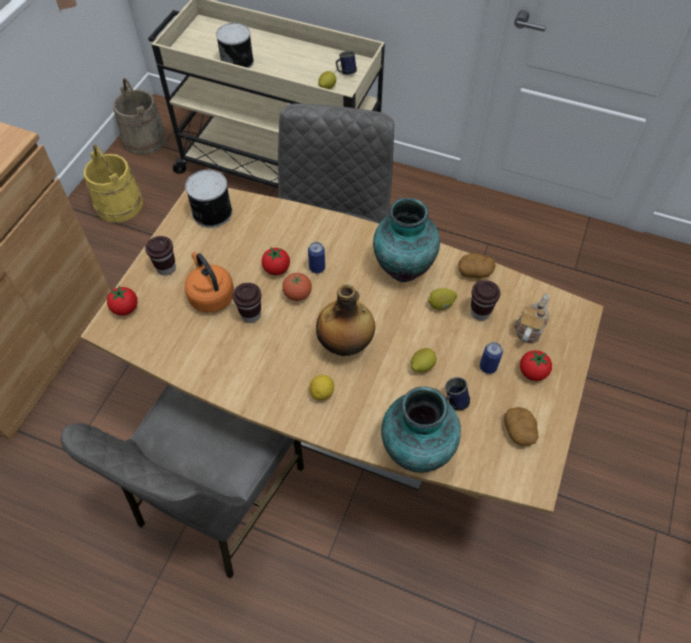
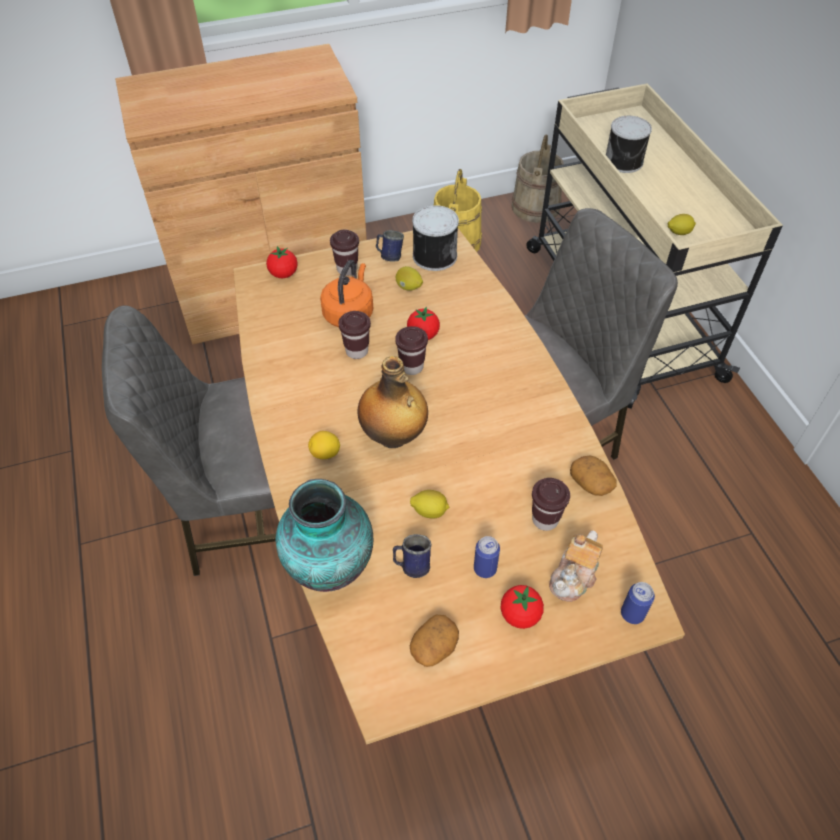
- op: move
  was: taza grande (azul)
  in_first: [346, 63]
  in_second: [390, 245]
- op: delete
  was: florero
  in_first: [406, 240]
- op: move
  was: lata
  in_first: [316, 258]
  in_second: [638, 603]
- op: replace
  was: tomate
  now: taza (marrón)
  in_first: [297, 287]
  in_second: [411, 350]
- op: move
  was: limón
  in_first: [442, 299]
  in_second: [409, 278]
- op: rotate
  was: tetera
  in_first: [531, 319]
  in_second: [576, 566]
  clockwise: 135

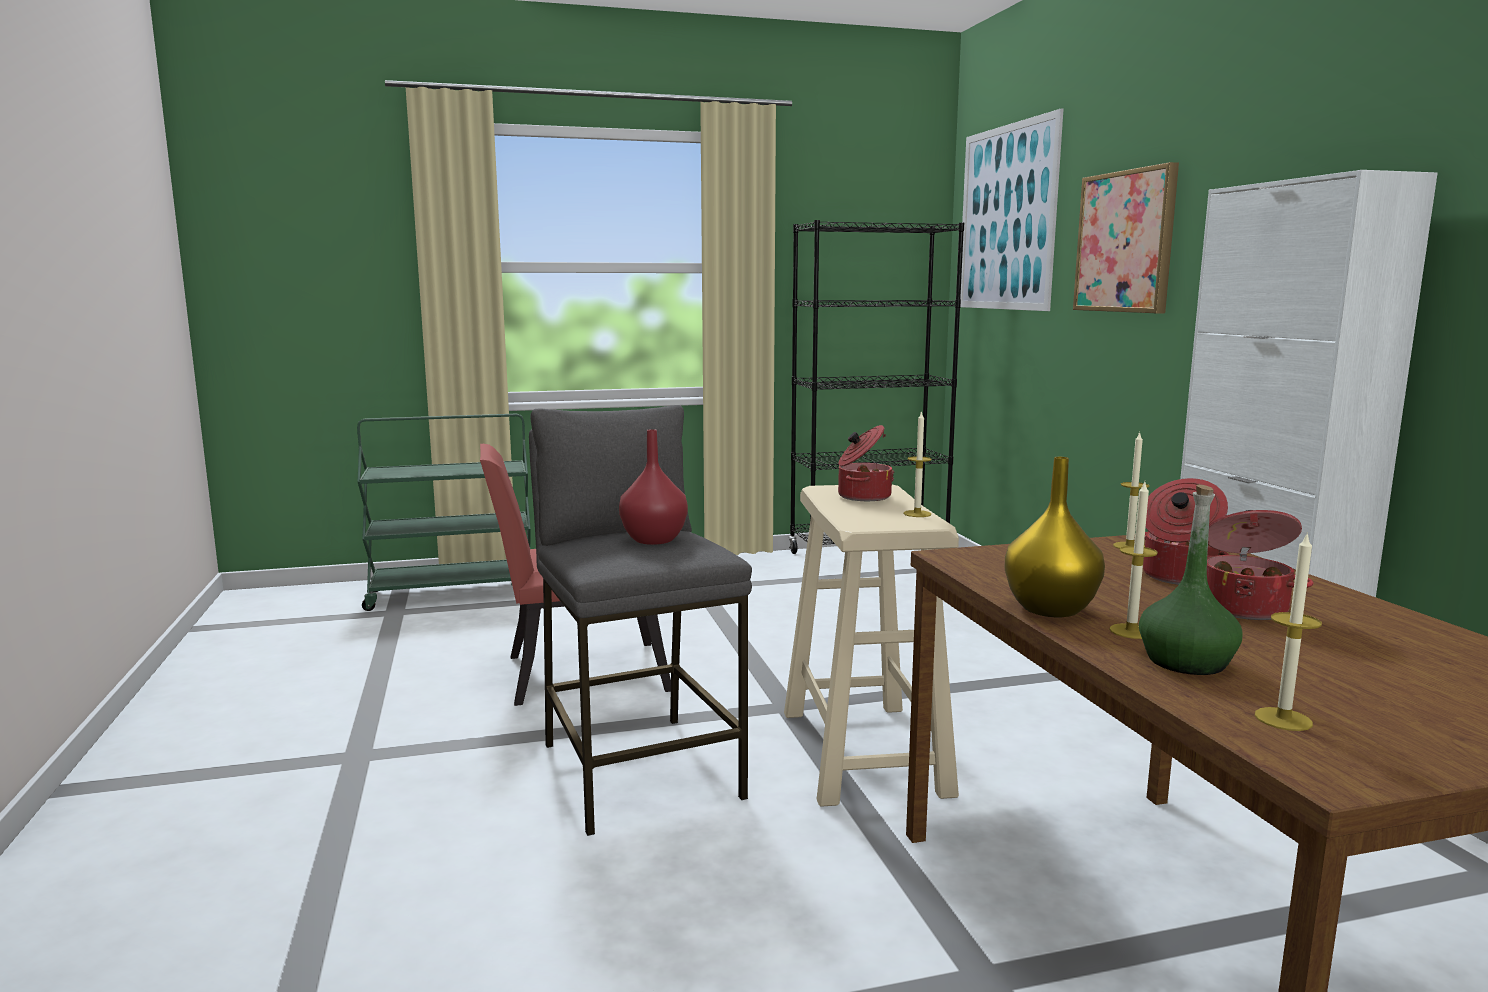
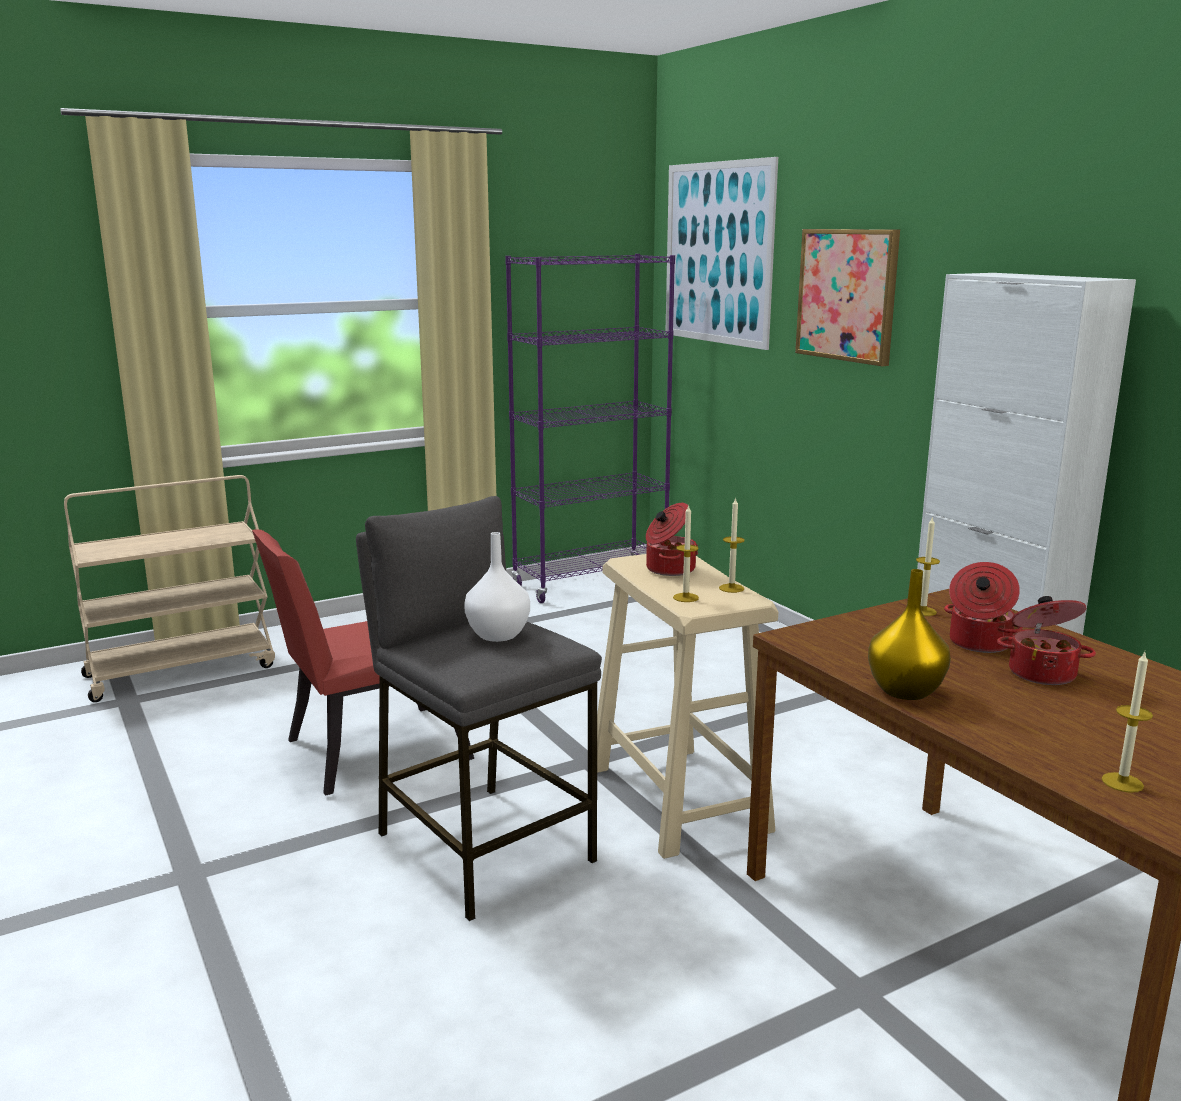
- op: recolor
  was: estantería (negro)
  now: estantería (morado)
  in_first: [876, 388]
  in_second: [590, 428]
- op: recolor
  was: carrito (verde)
  now: carrito (beis)
  in_first: [444, 512]
  in_second: [169, 588]
- op: recolor
  was: florero (rojo)
  now: florero (blanco)
  in_first: [653, 487]
  in_second: [497, 587]
- op: move
  was: vela
  in_first: [1133, 560]
  in_second: [686, 553]
- op: delete
  was: botella (verde)
  in_first: [1191, 580]

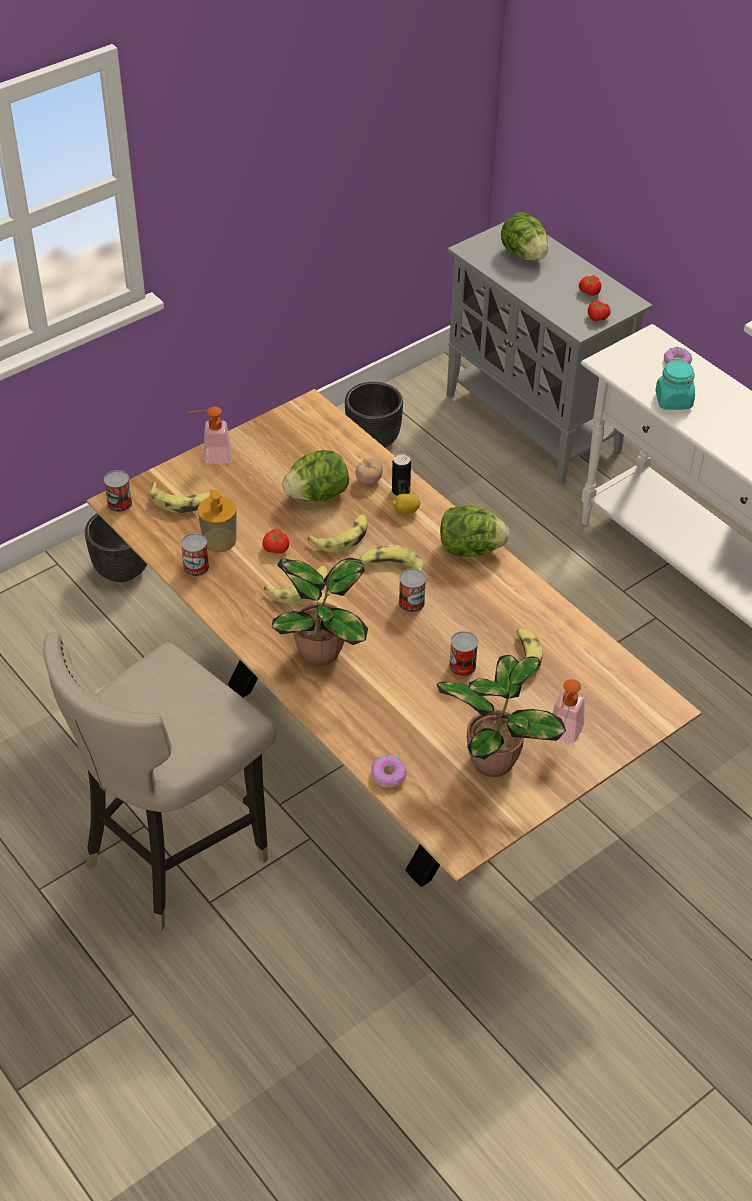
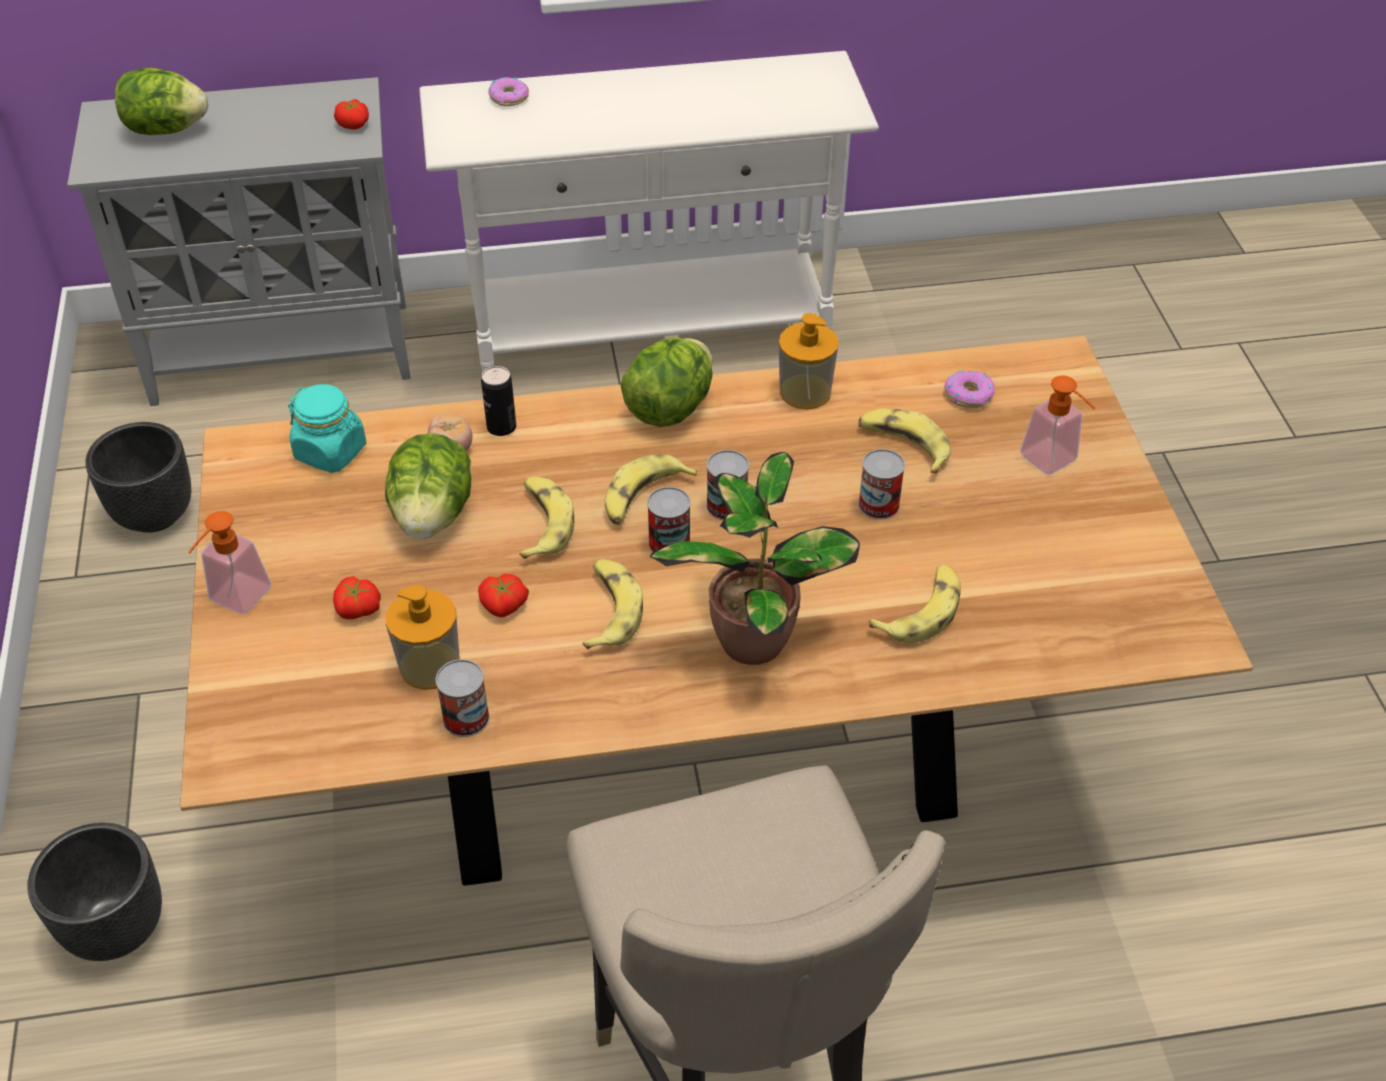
- op: move
  was: tomate
  in_first: [590, 285]
  in_second: [357, 597]
- op: move
  was: tarro (turquesa)
  in_first: [675, 384]
  in_second: [327, 428]
- op: move
  was: lata
  in_first: [118, 491]
  in_second: [669, 520]
- op: move
  was: plátano
  in_first: [180, 497]
  in_second: [915, 604]
- op: delete
  was: limón
  in_first: [406, 503]
- op: delete
  was: planta en maceta
  in_first: [501, 716]
- op: move
  was: rosquilla
  in_first: [389, 771]
  in_second: [969, 389]
- op: insert
  now: dispensador de jabón
  in_second: [809, 361]

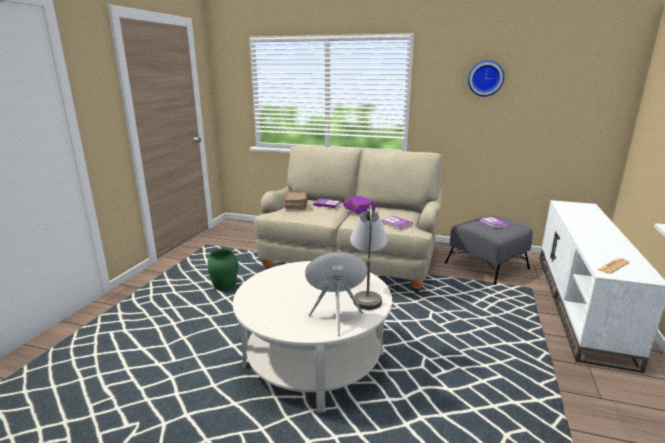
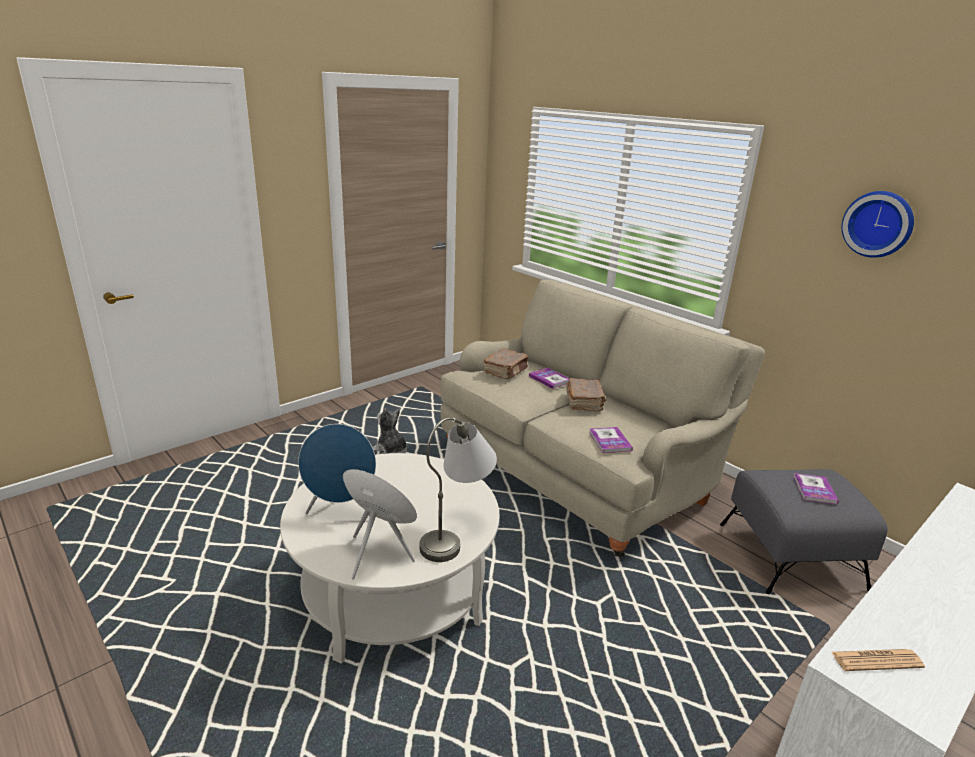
- op: recolor
  was: libro (morado)
  now: libro (marrón)
  in_first: [360, 205]
  in_second: [586, 395]
- op: replace
  was: florero (verde)
  now: peluche
  in_first: [222, 269]
  in_second: [390, 431]
- op: insert
  now: altavoz (azul)
  in_second: [337, 470]

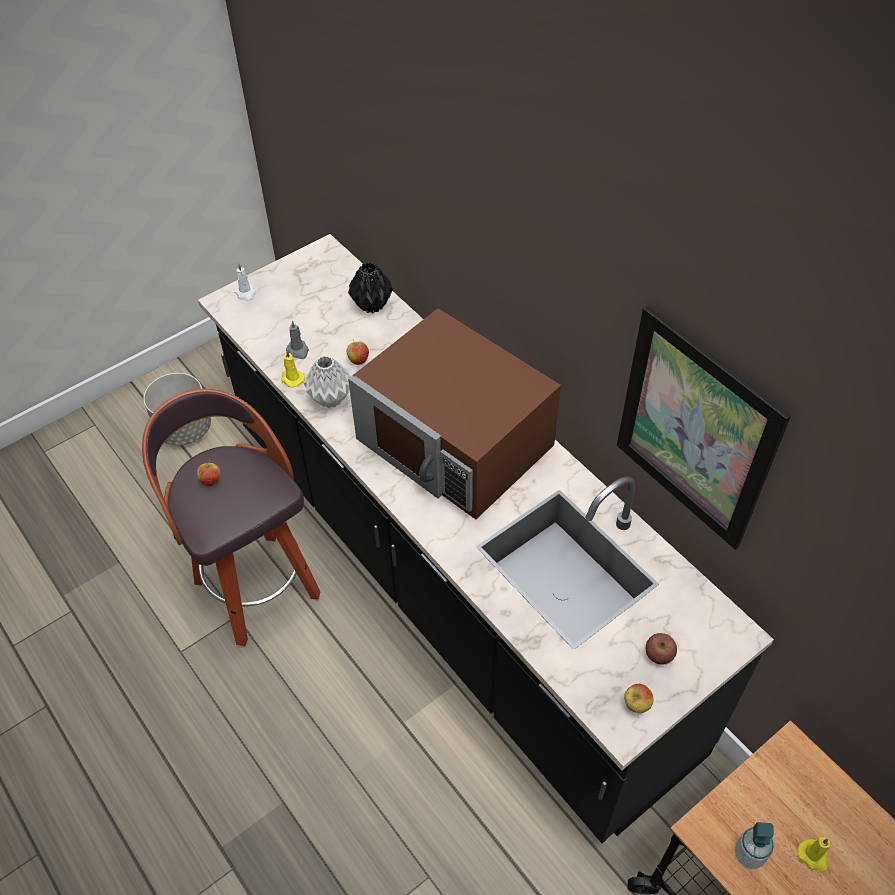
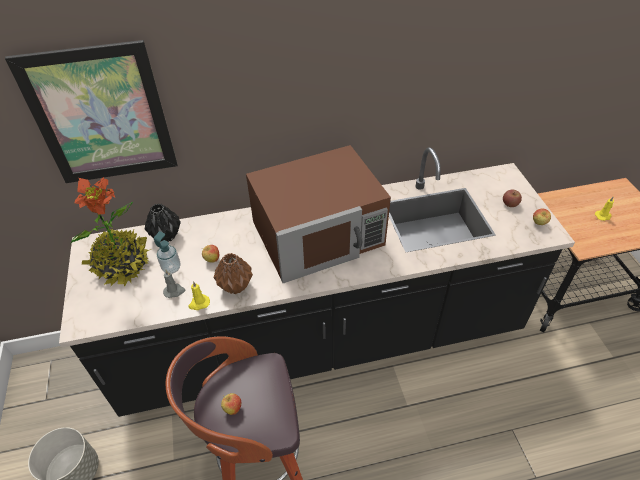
- op: delete
  was: vela (blanco)
  in_first: [245, 282]
- op: move
  was: cuadro
  in_first: [704, 427]
  in_second: [91, 111]
- op: recolor
  was: florero (gris)
  now: florero (marrón)
  in_first: [327, 382]
  in_second: [233, 273]
- op: move
  was: dispensador de jabón
  in_first: [754, 845]
  in_second: [167, 252]
- op: insert
  now: planta en maceta
  in_second: [111, 232]

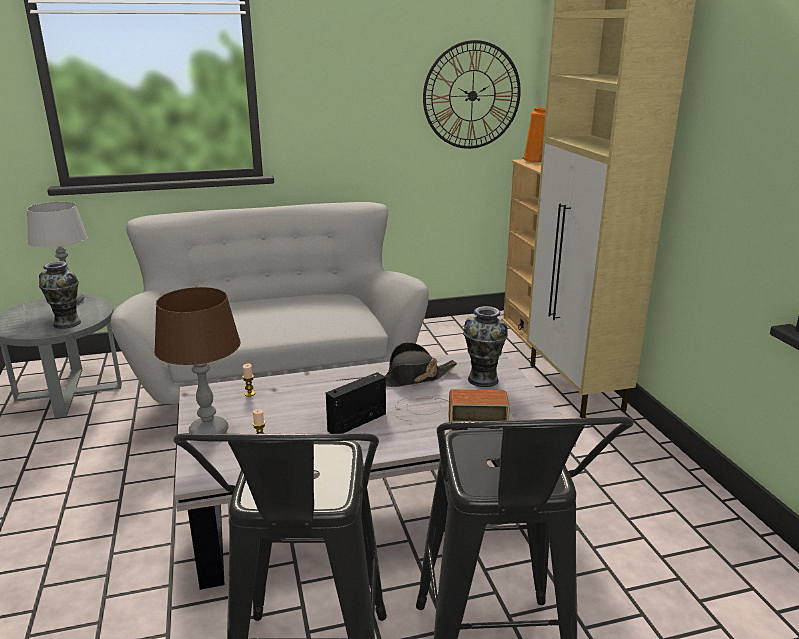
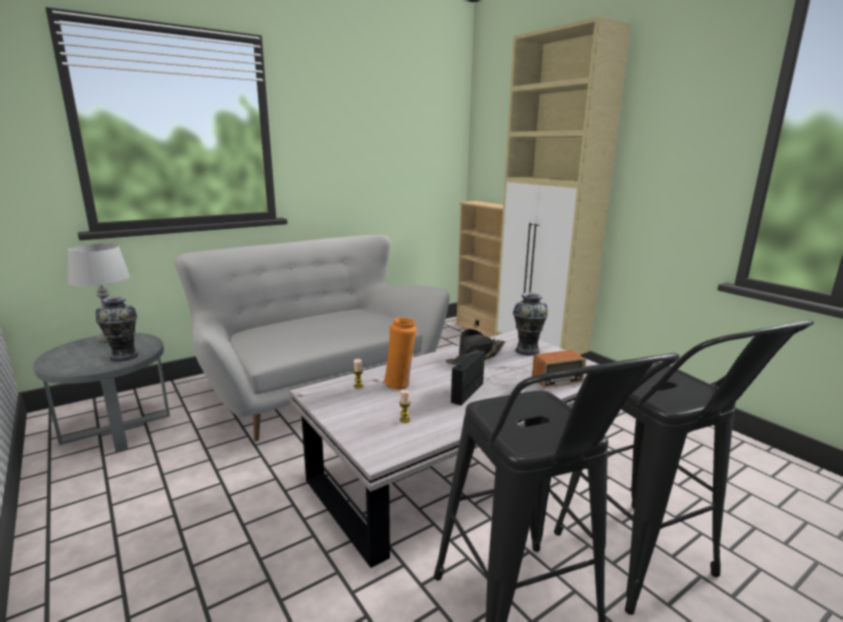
- op: delete
  was: reloj de pared
  in_first: [472, 94]
- op: move
  was: florero (naranja)
  in_first: [534, 134]
  in_second: [400, 353]
- op: delete
  was: lámpara de mesa (marrón)
  in_first: [197, 360]

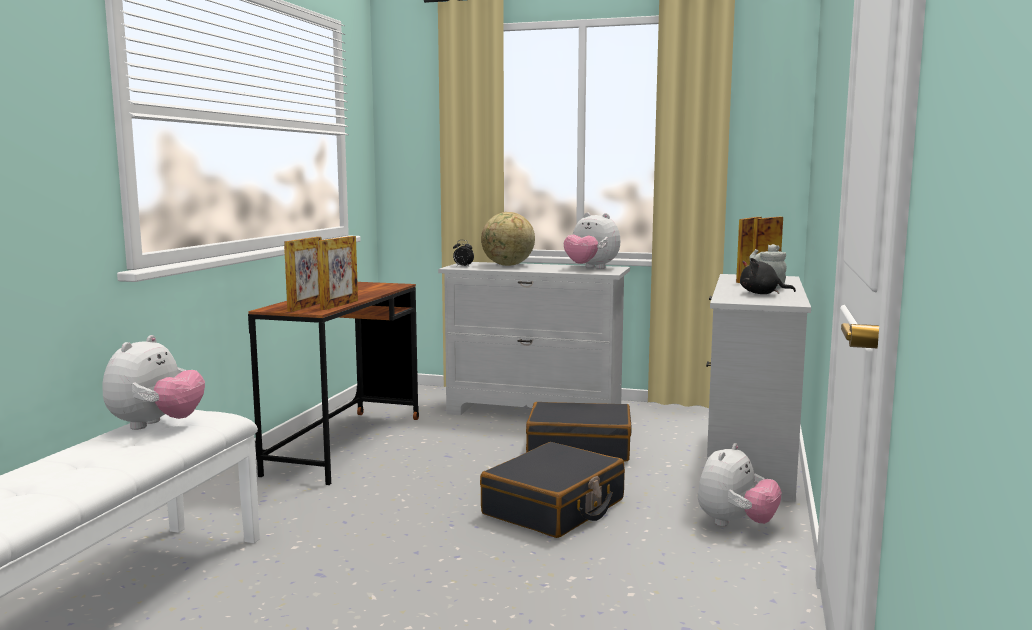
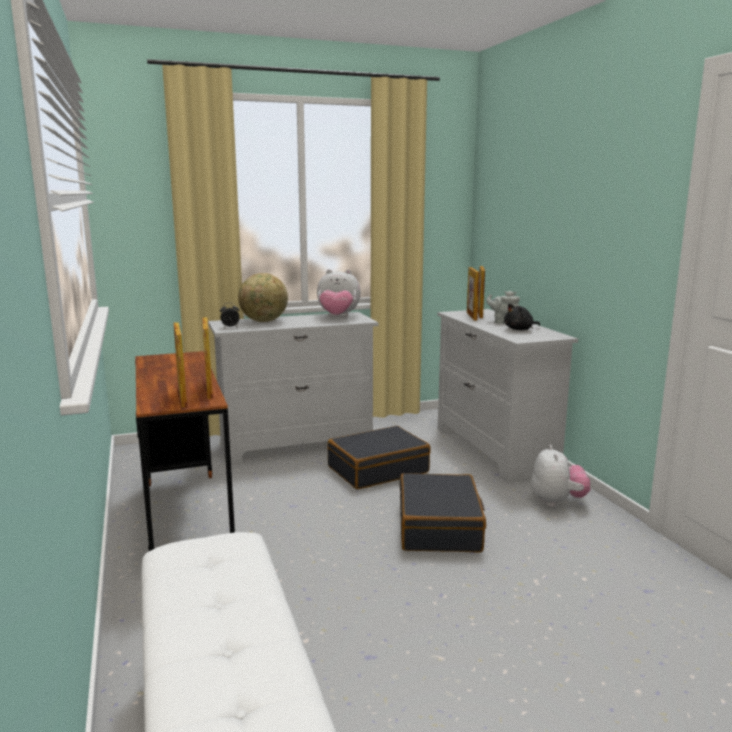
- op: delete
  was: peluche
  in_first: [154, 382]

